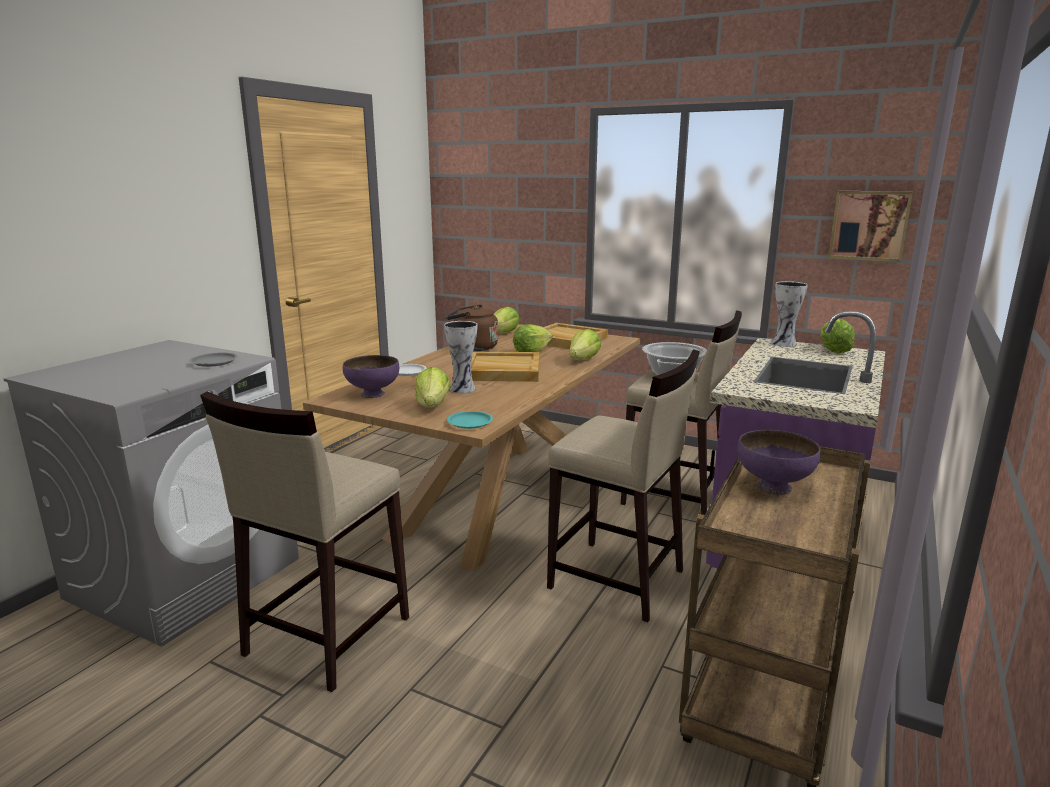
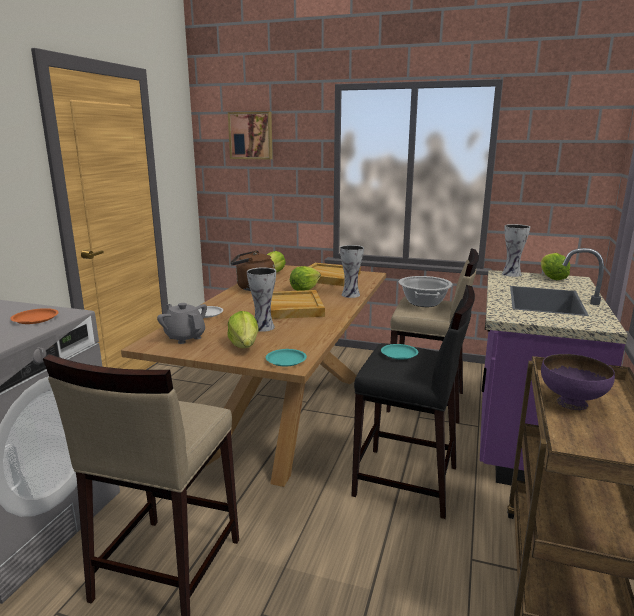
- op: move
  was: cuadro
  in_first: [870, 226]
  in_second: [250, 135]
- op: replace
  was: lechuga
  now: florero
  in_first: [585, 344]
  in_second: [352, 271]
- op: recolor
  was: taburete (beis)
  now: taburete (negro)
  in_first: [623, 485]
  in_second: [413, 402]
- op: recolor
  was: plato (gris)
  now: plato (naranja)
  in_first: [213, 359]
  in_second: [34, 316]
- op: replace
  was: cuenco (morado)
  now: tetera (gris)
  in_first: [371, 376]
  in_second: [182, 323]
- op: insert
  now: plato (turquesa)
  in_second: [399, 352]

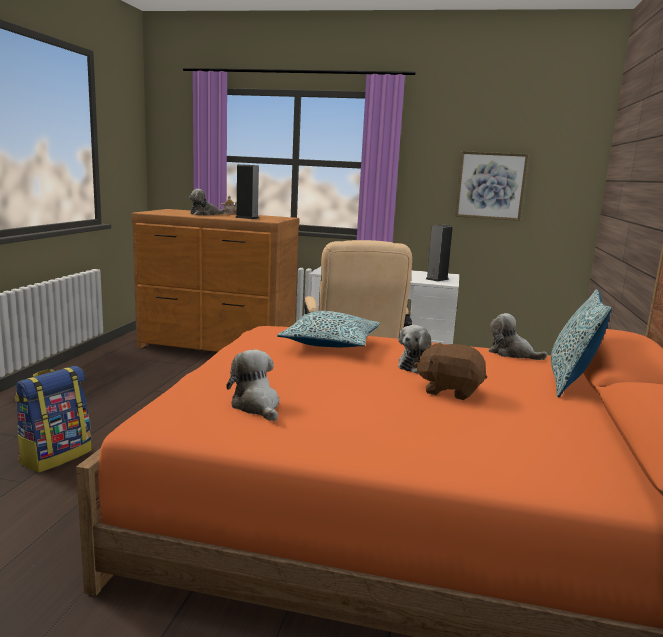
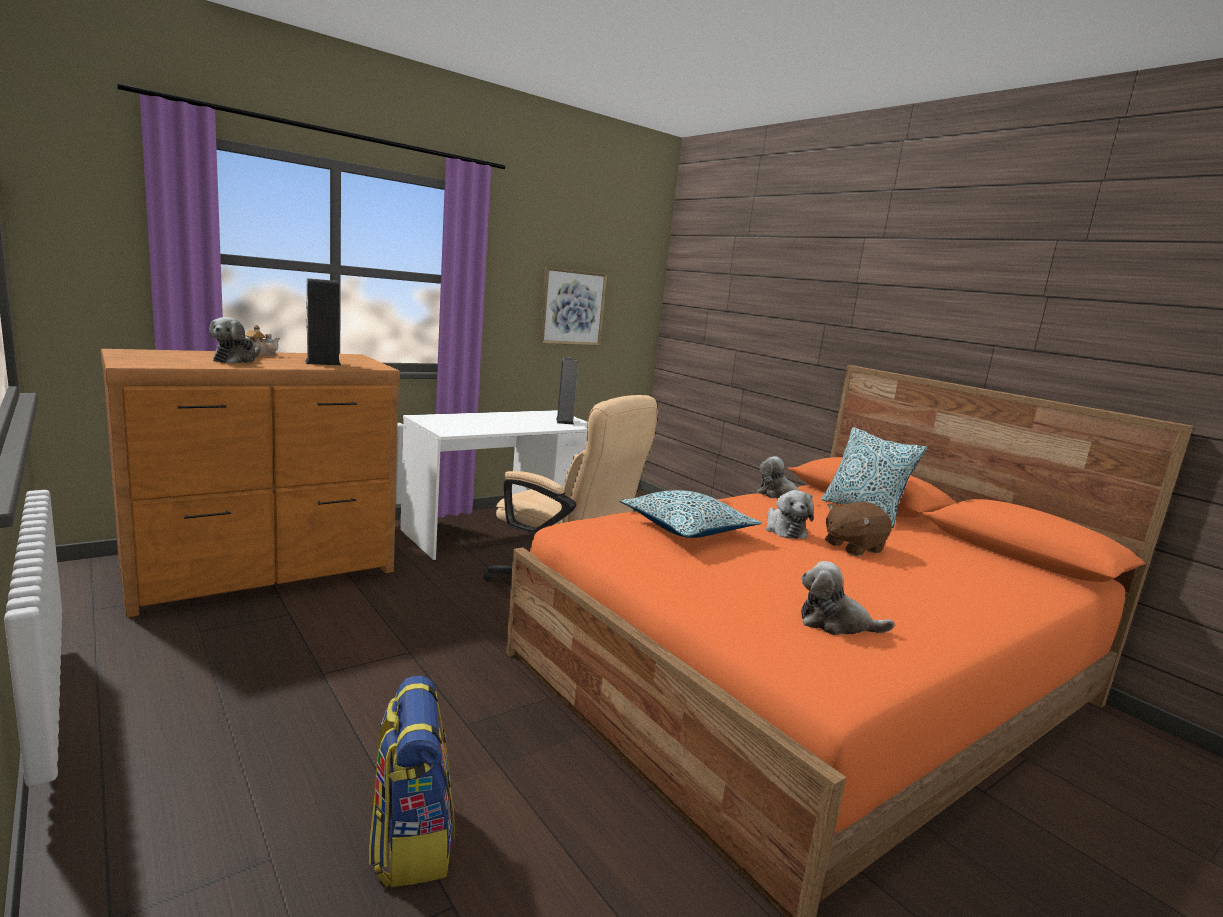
- op: rotate
  was: peluche
  in_first: [518, 336]
  in_second: [785, 477]
  clockwise: 45

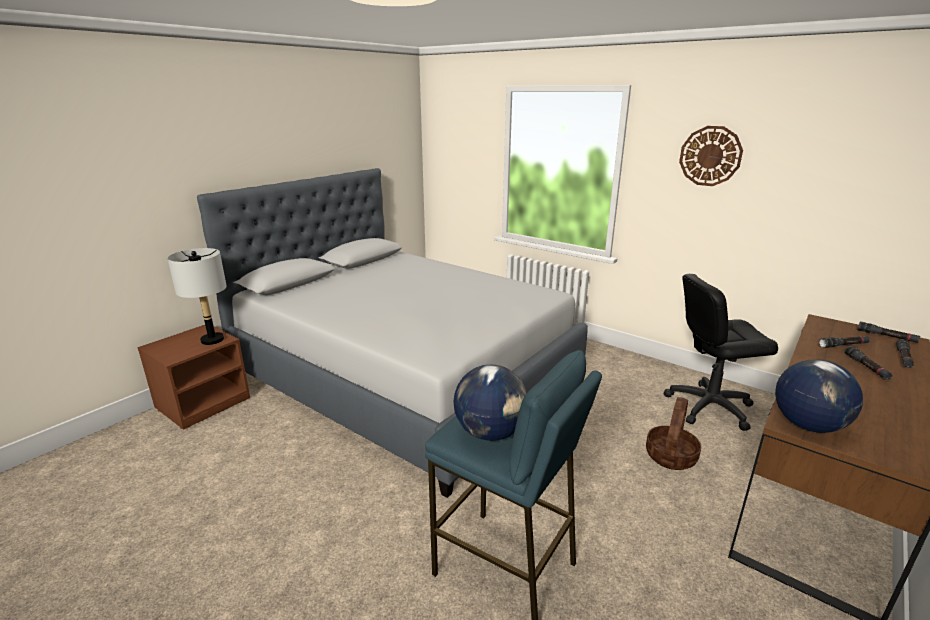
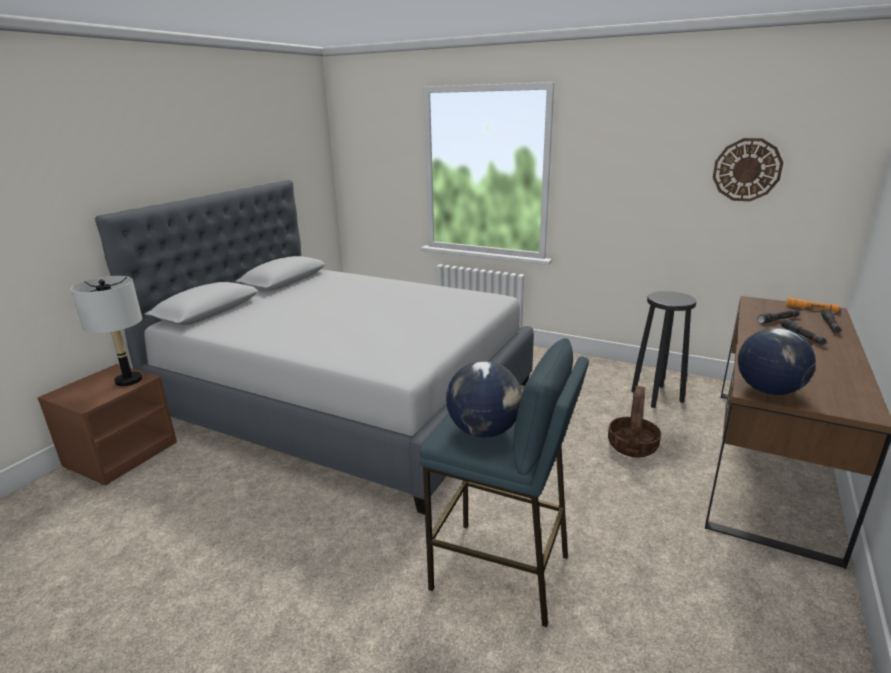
- op: move
  was: reloj de pared
  in_first: [711, 156]
  in_second: [748, 169]
- op: replace
  was: silla de oficina (negro)
  now: taburete (negro)
  in_first: [721, 352]
  in_second: [663, 349]
- op: recolor
  was: linterna (negro)
  now: linterna (naranja)
  in_first: [888, 332]
  in_second: [813, 305]

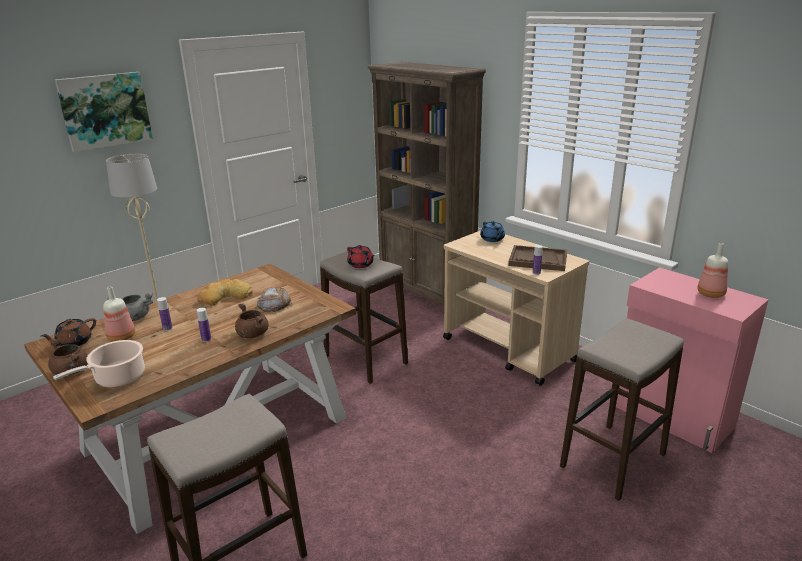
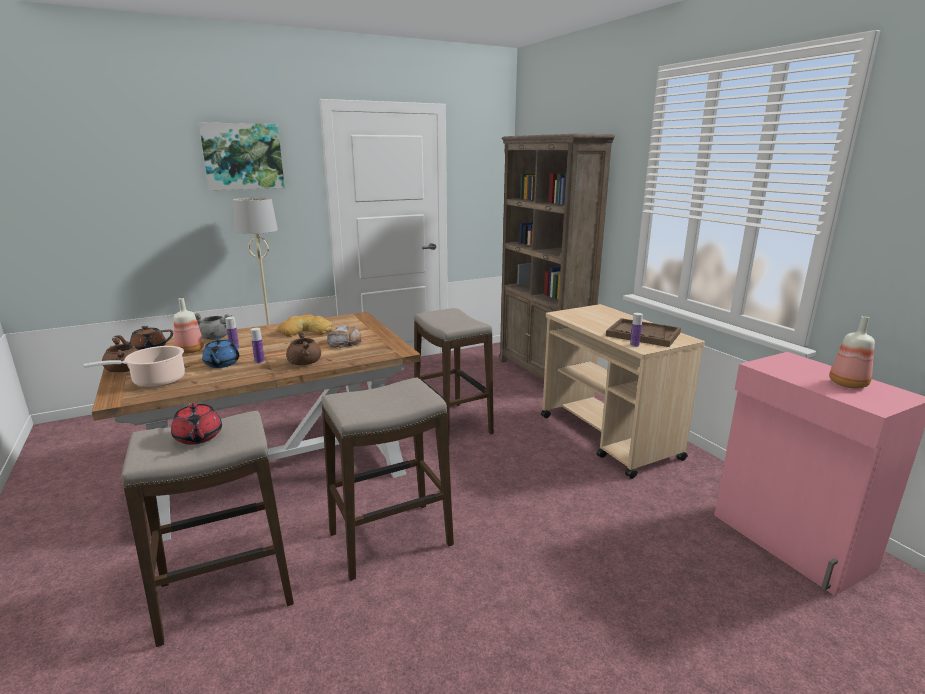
- op: move
  was: tetera (azul)
  in_first: [492, 231]
  in_second: [220, 353]
- op: move
  was: tetera (rojo)
  in_first: [361, 256]
  in_second: [196, 423]
- op: move
  was: taburete
  in_first: [622, 409]
  in_second: [387, 479]

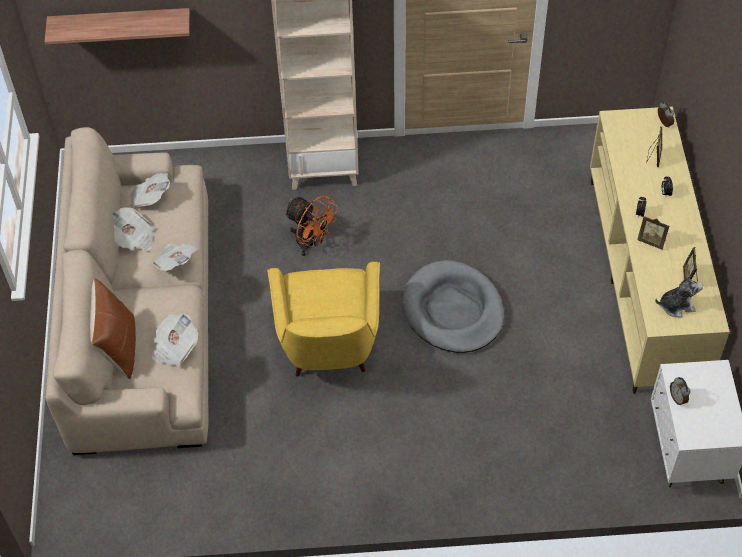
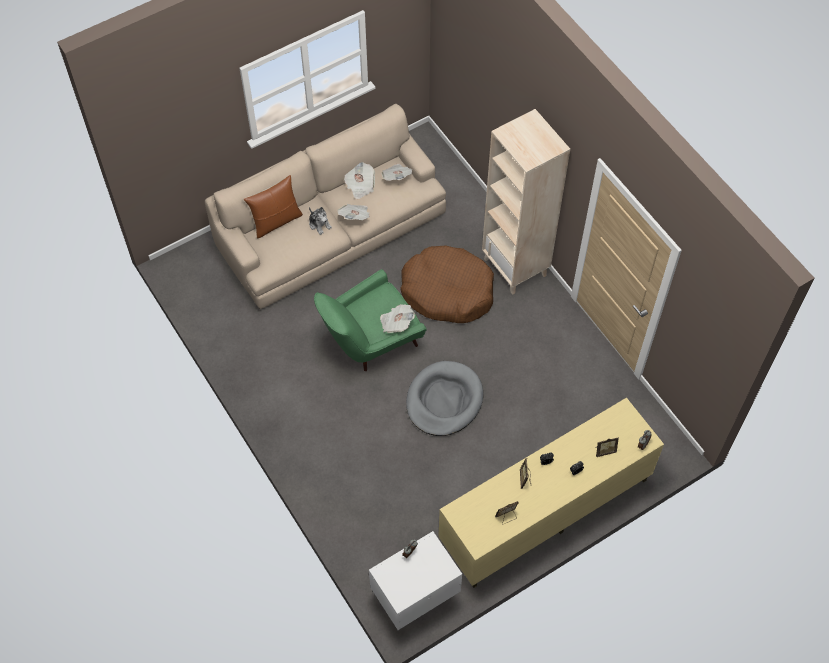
- op: delete
  was: estante
  in_first: [117, 26]
- op: replace
  was: ventilador (naranja)
  now: cama para perro (marrón)
  in_first: [311, 226]
  in_second: [447, 284]
- op: recolor
  was: sillón (amarillo)
  now: sillón (verde)
  in_first: [323, 319]
  in_second: [370, 320]
- op: move
  was: peluche
  in_first: [679, 297]
  in_second: [320, 221]
- op: move
  was: periódico
  in_first: [175, 340]
  in_second: [397, 318]

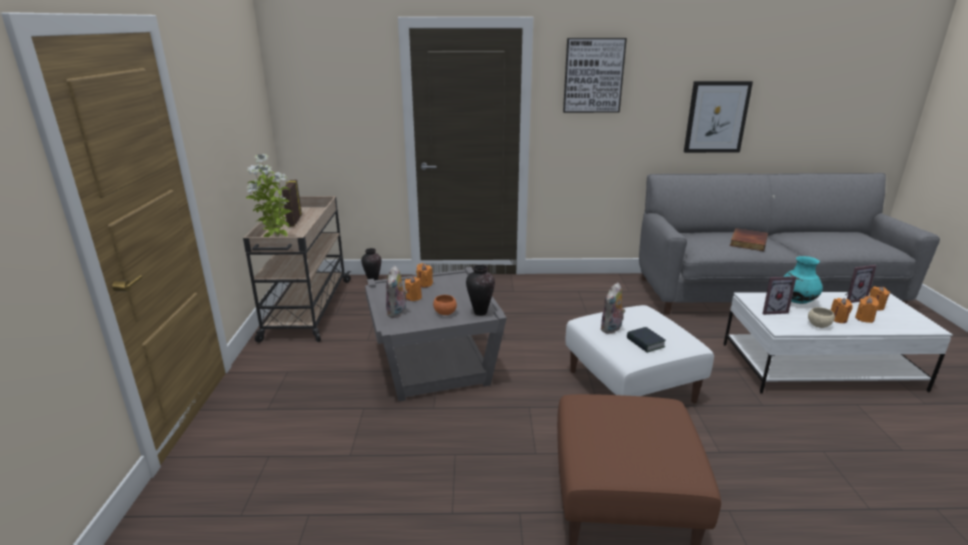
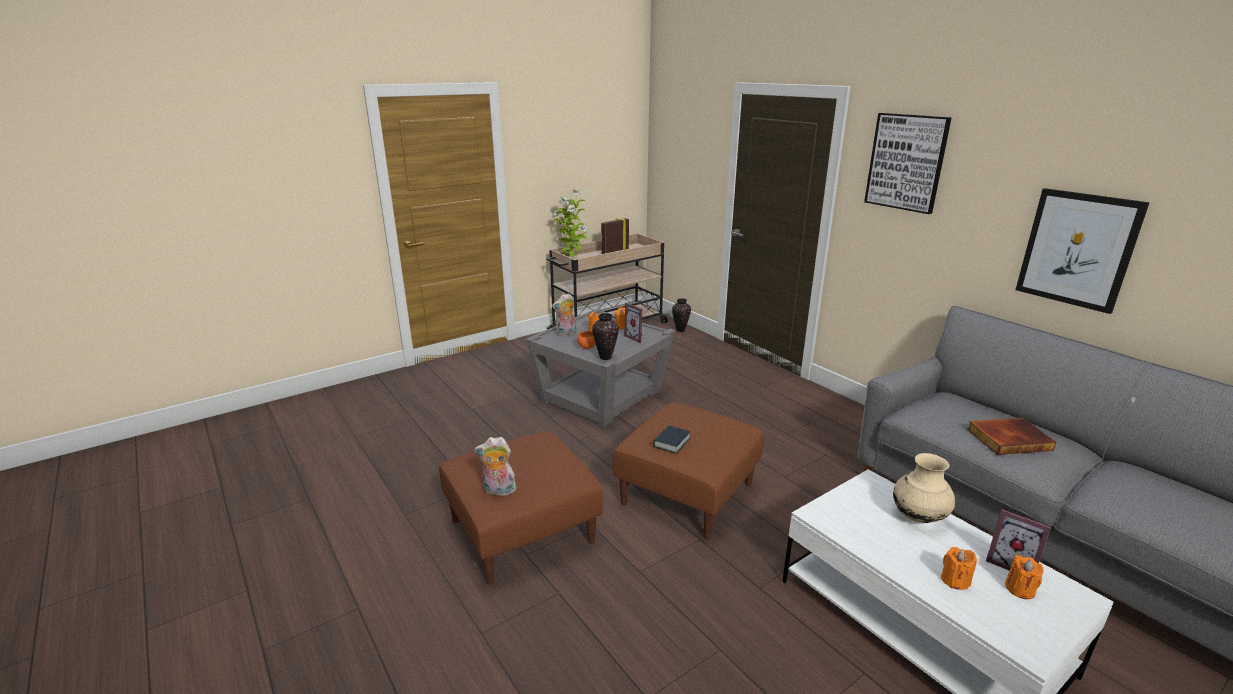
- op: recolor
  was: florero (turquesa)
  now: florero (beis)
  in_first: [803, 280]
  in_second: [924, 488]
- op: move
  was: portarretratos
  in_first: [779, 295]
  in_second: [633, 323]
- op: move
  was: peluche
  in_first: [612, 308]
  in_second: [495, 466]
- op: delete
  was: vela (naranja)
  in_first: [842, 310]
- op: recolor
  was: puf (blanco)
  now: puf (marrón)
  in_first: [640, 354]
  in_second: [688, 471]
- op: delete
  was: cuenco (beis)
  in_first: [821, 317]

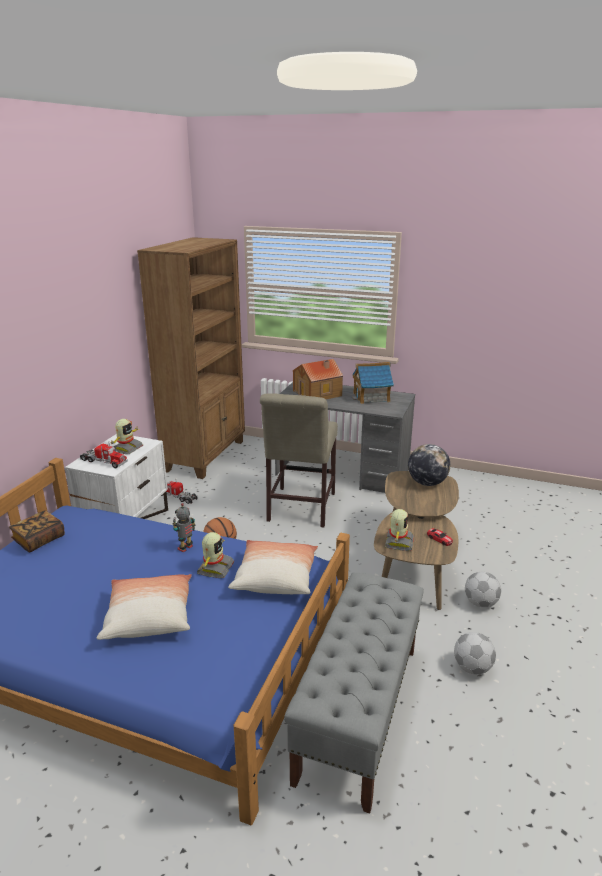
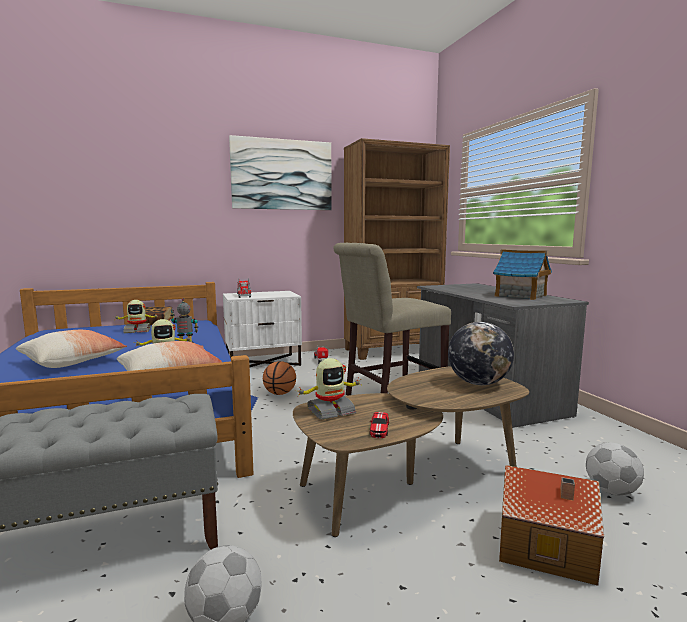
- op: move
  was: casita
  in_first: [318, 379]
  in_second: [551, 525]
- op: move
  was: robot de juguete
  in_first: [126, 436]
  in_second: [137, 316]
- op: move
  was: balón de fútbol
  in_first: [483, 589]
  in_second: [615, 469]
- op: insert
  now: cuadro
  in_second: [280, 172]

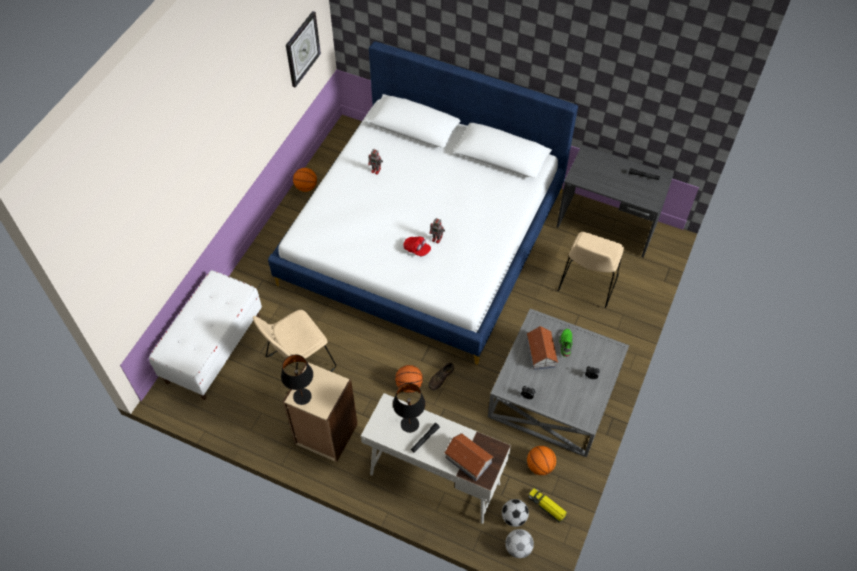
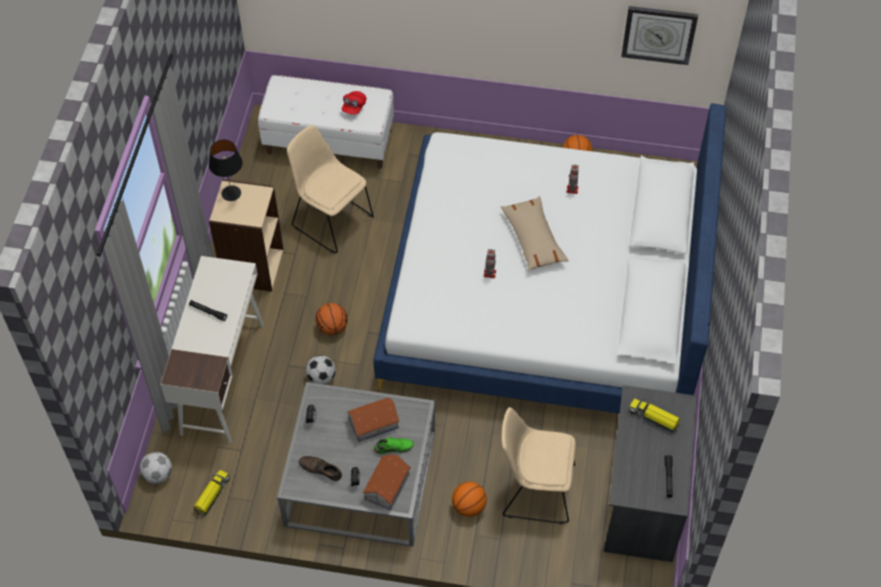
- op: move
  was: gorra (rojo)
  in_first: [417, 246]
  in_second: [354, 102]
- op: move
  was: zapato (marrón)
  in_first: [441, 376]
  in_second: [320, 468]
- op: delete
  was: lámpara de mesa (negro)
  in_first: [409, 408]
- op: move
  was: casita
  in_first: [469, 457]
  in_second: [387, 482]
- op: move
  was: balón de baloncesto
  in_first: [541, 460]
  in_second: [469, 499]
- op: move
  was: balón de fútbol
  in_first: [515, 513]
  in_second: [321, 370]
- op: insert
  now: cojín (beis)
  in_second: [535, 233]
- op: insert
  now: camión de juguete
  in_second: [655, 415]

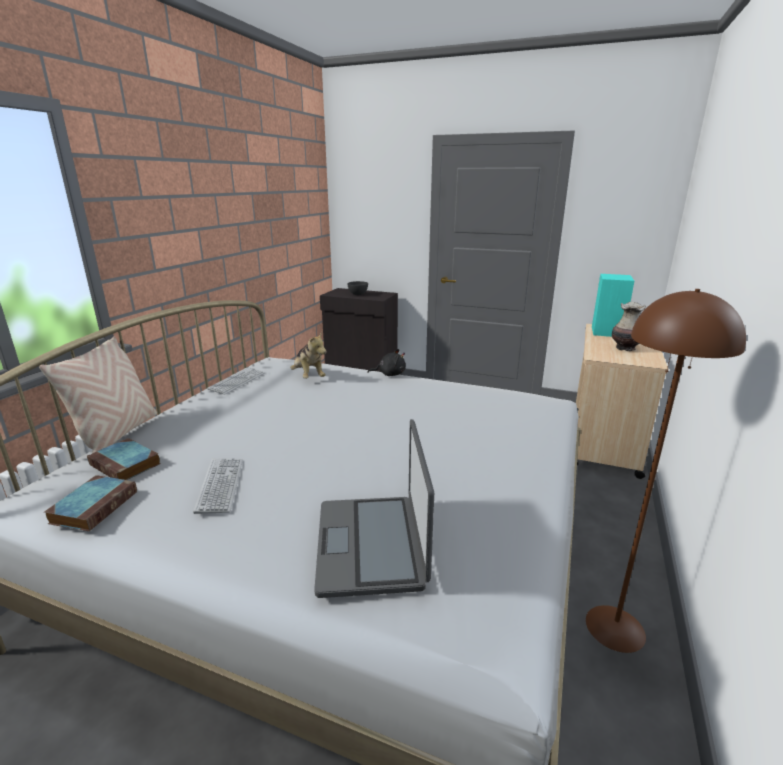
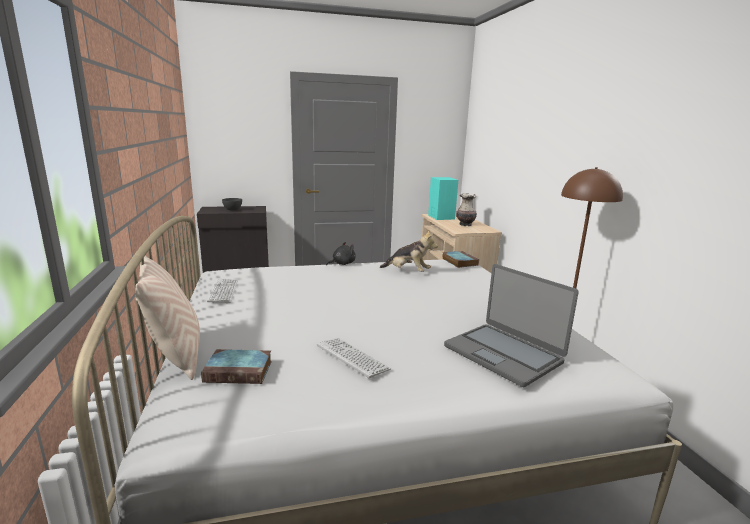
- op: move
  was: peluche
  in_first: [308, 355]
  in_second: [409, 251]
- op: move
  was: libro
  in_first: [90, 503]
  in_second: [460, 259]

